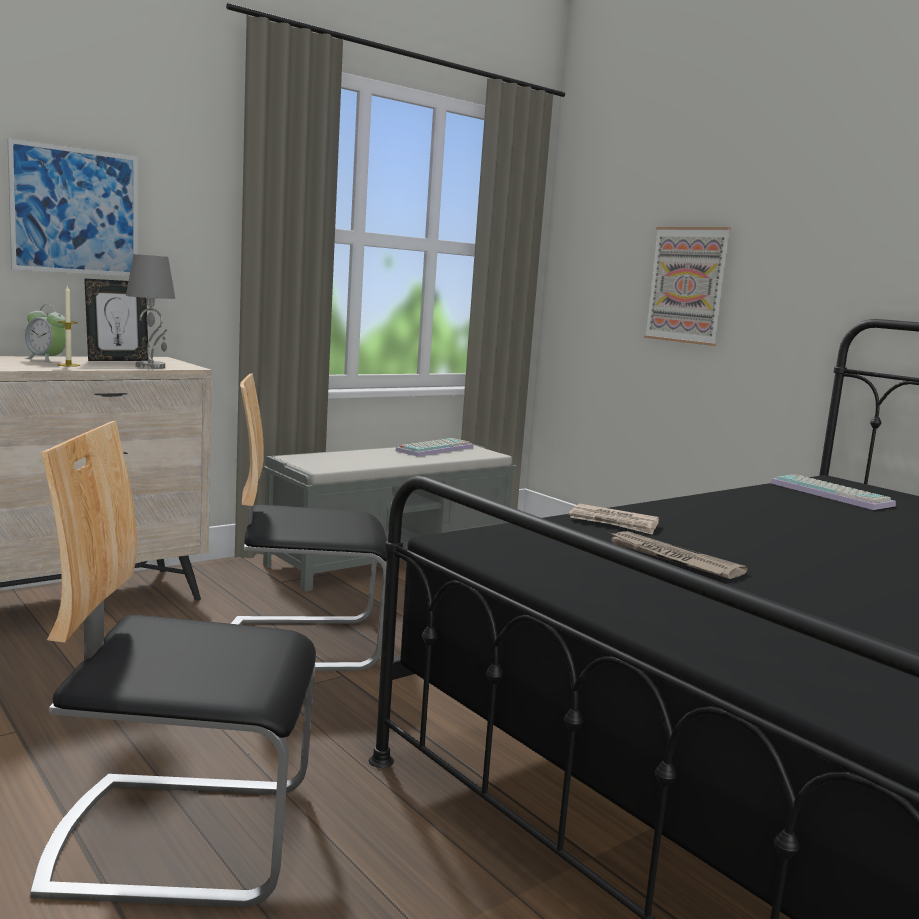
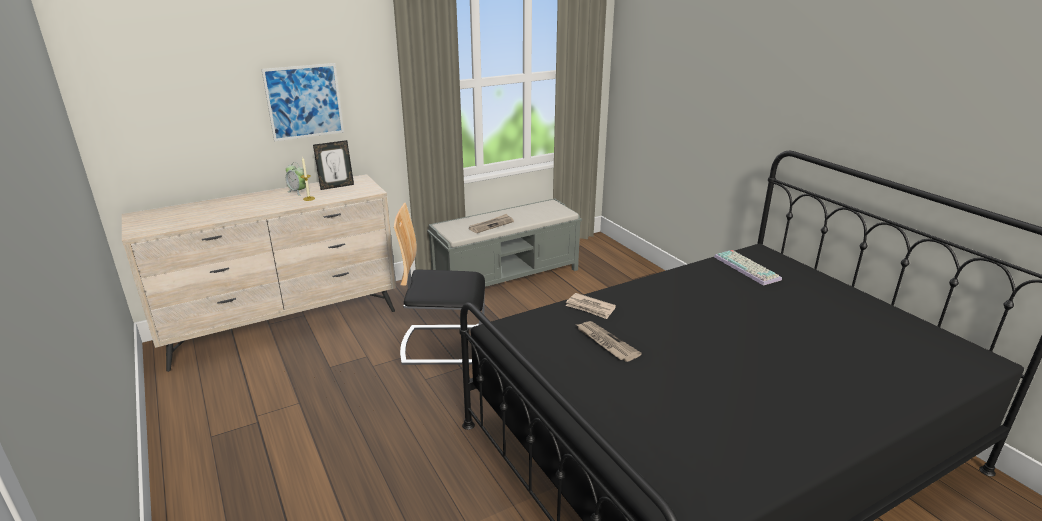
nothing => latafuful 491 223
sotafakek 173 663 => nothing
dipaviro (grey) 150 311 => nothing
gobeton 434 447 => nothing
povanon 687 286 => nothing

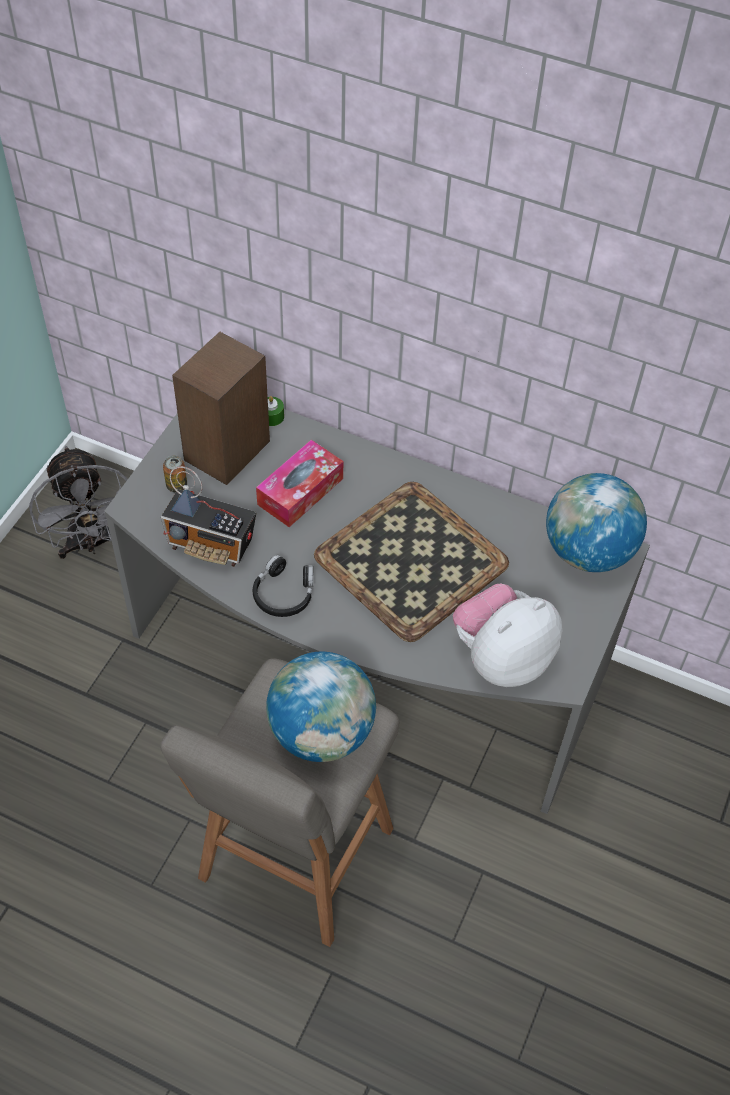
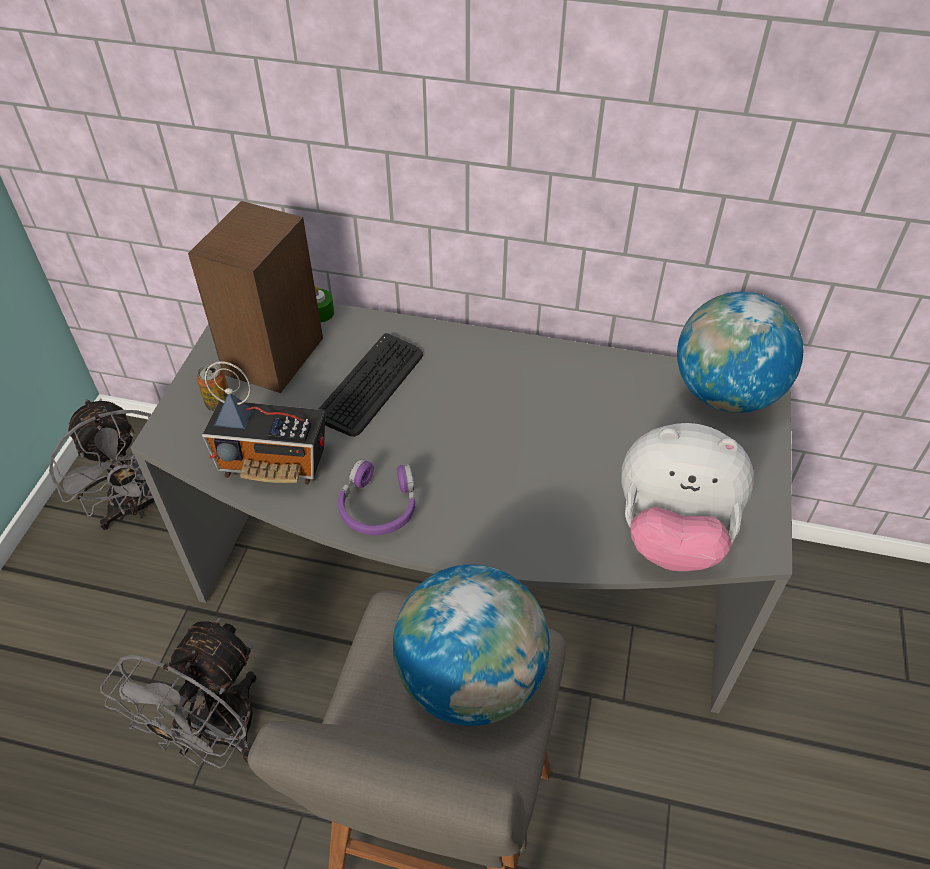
nothing => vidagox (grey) 178 693
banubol 299 483 => gobeton 370 385
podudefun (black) 283 586 => podudefun (purple) 376 497
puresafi 508 635 => puresafi 687 497, 120 degrees counterclockwise
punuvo 411 562 => nothing

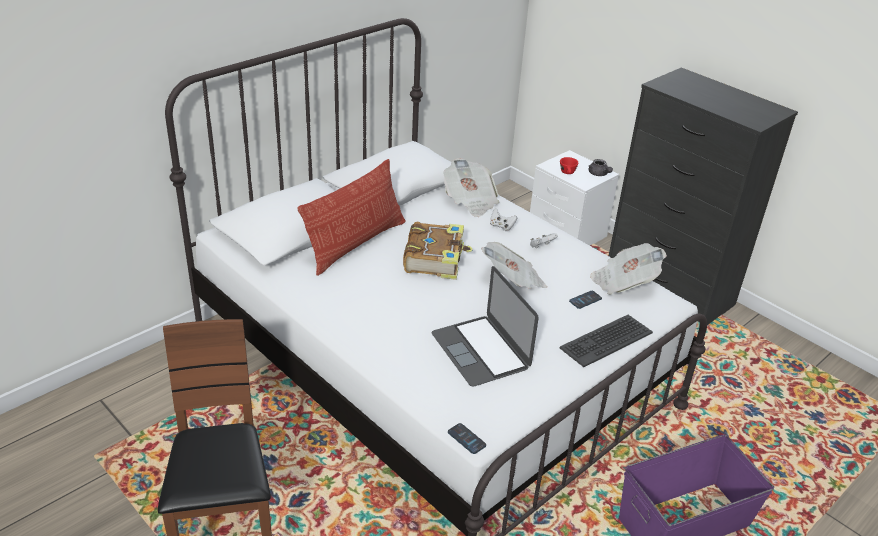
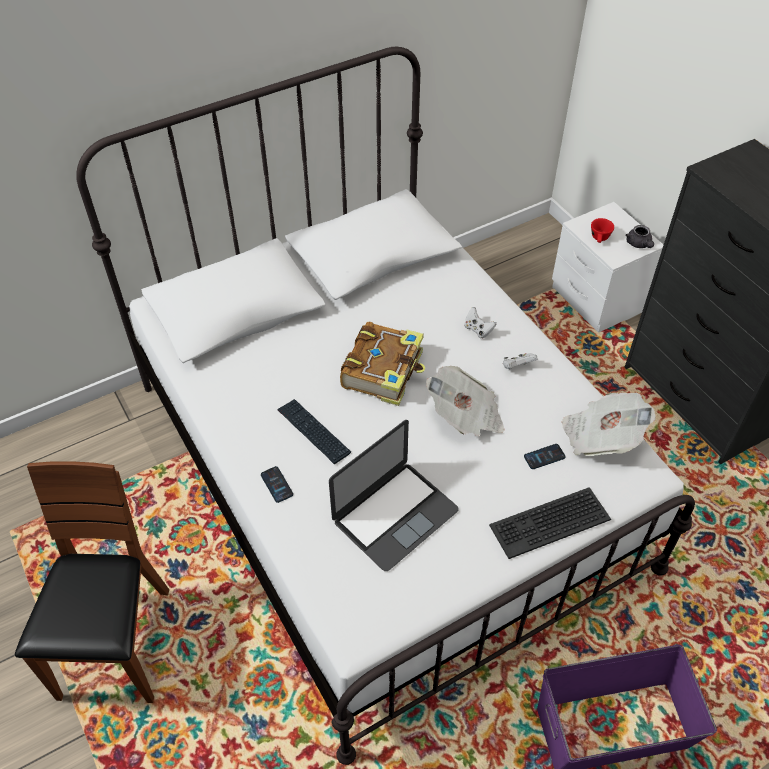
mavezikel 467 438 => mavezikel 277 484, relocated
nothing => gobeton 314 431
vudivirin 484 326 => vudivirin 394 495, 120 degrees counterclockwise
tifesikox 352 217 => nothing
latafuful 471 187 => nothing

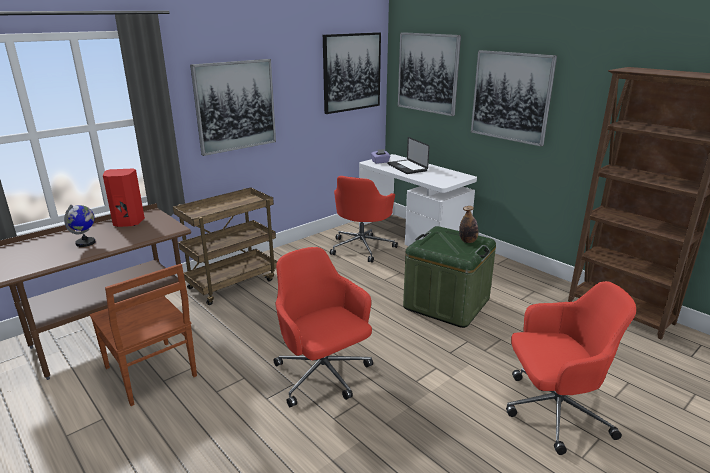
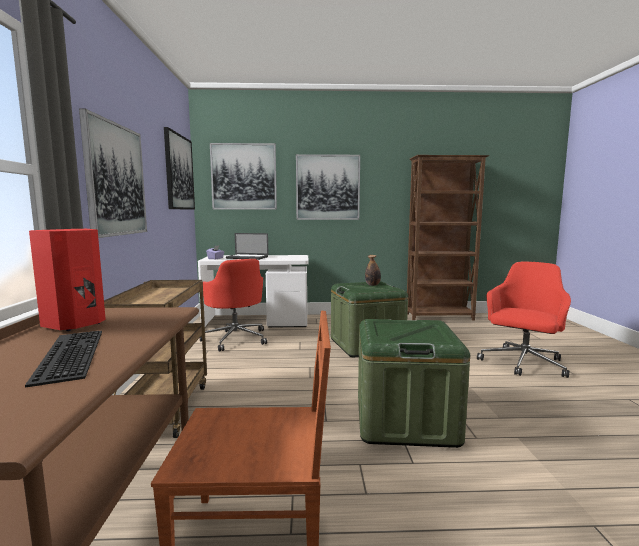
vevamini 79 226 => gobeton 63 359
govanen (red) 323 327 => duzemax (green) 414 383

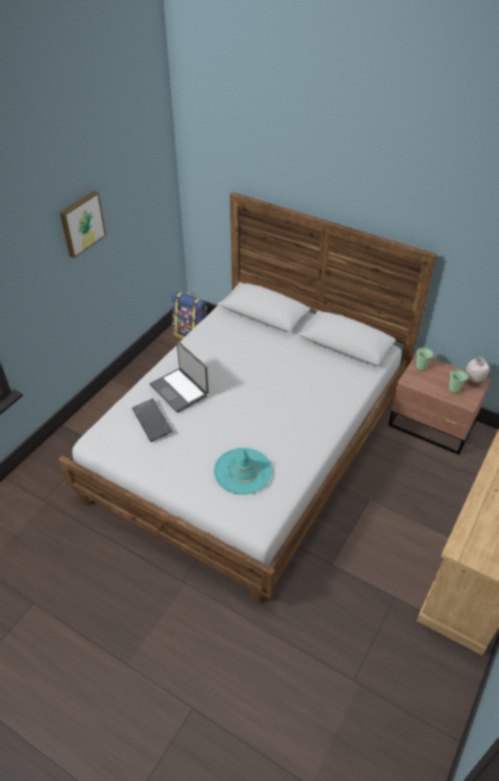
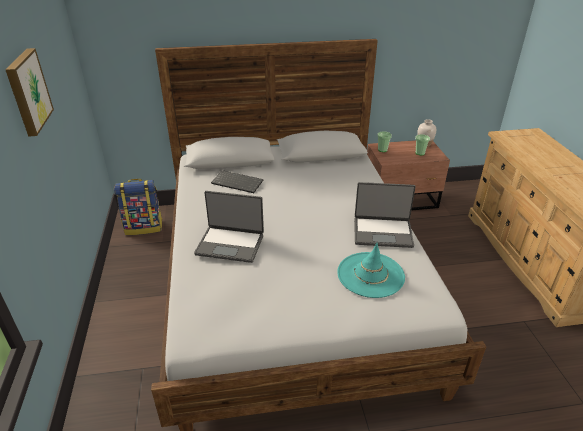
gobeton 152 420 => gobeton 237 181, relocated
nothing => vudivirin 385 215

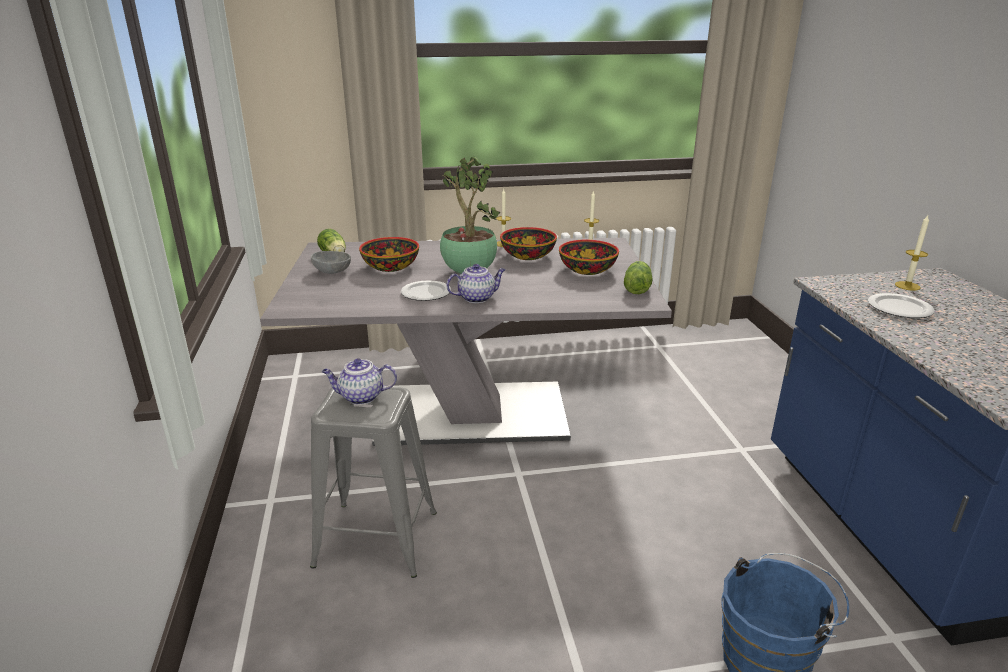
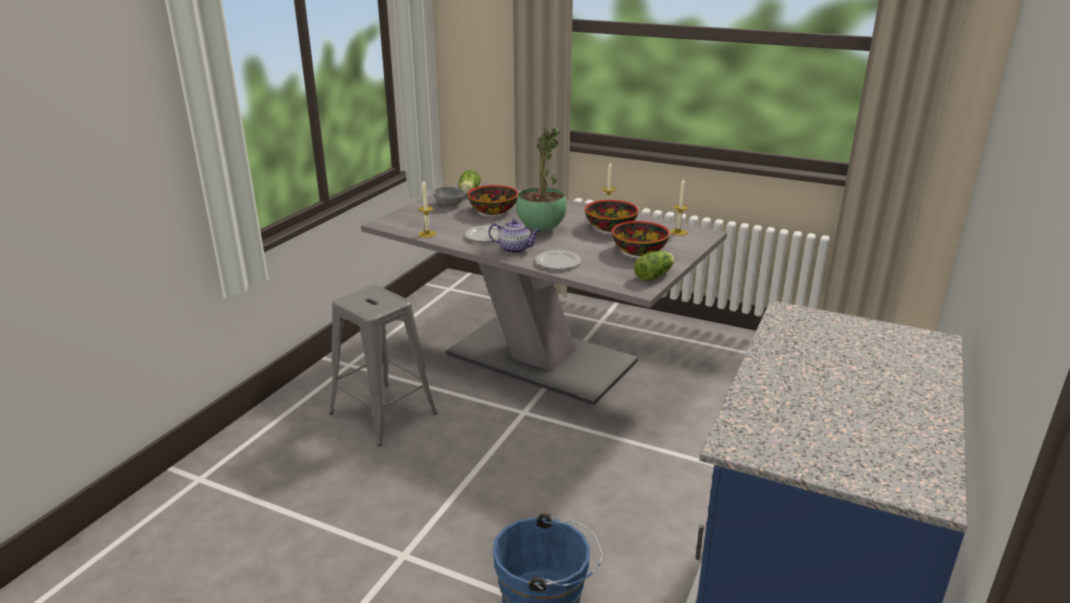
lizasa 912 253 => lizasa 427 209, relocated
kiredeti 901 305 => kiredeti 558 259, relocated
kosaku 359 381 => nothing

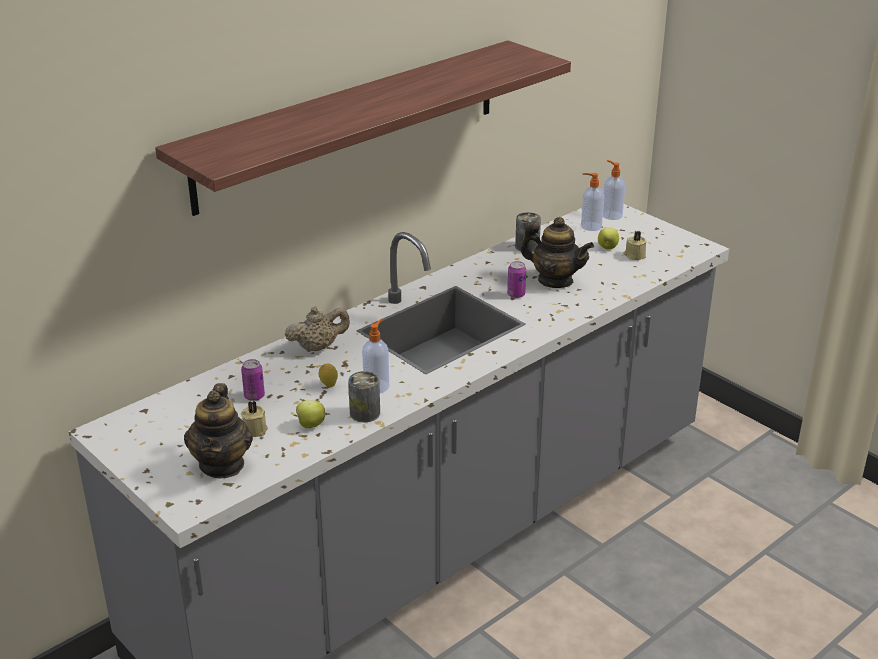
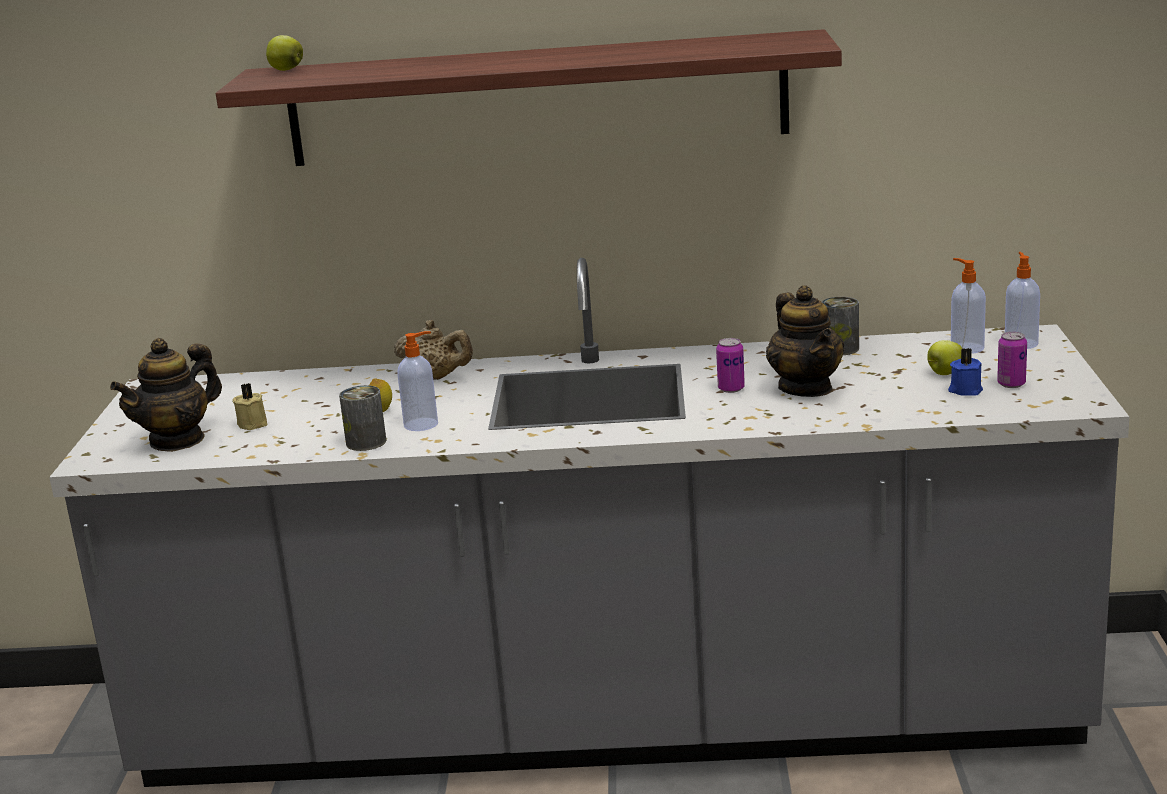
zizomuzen 309 414 => zizomuzen 284 53, relocated
lizasa (beige) 635 245 => lizasa (blue) 965 372
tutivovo 253 380 => tutivovo 1012 360, relocated

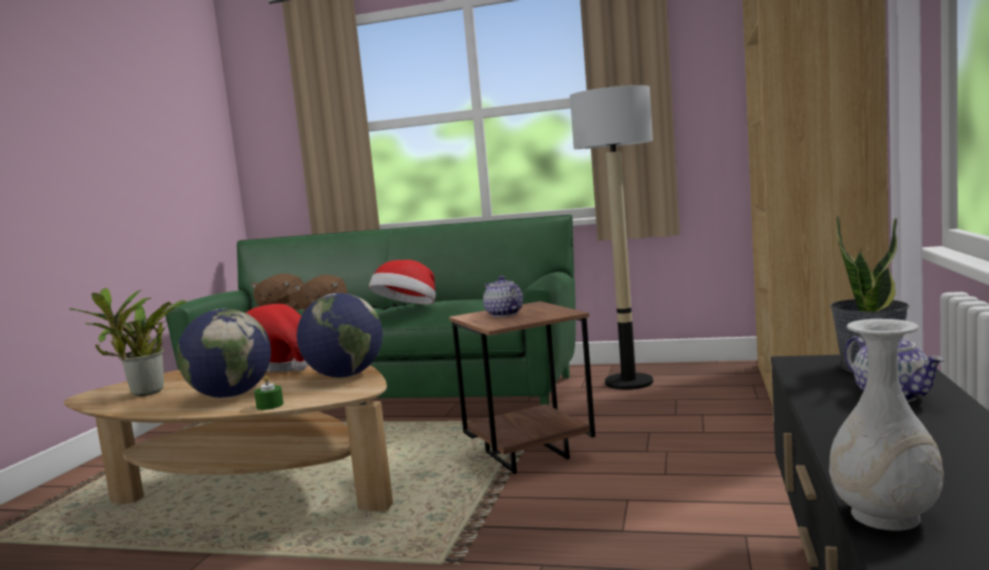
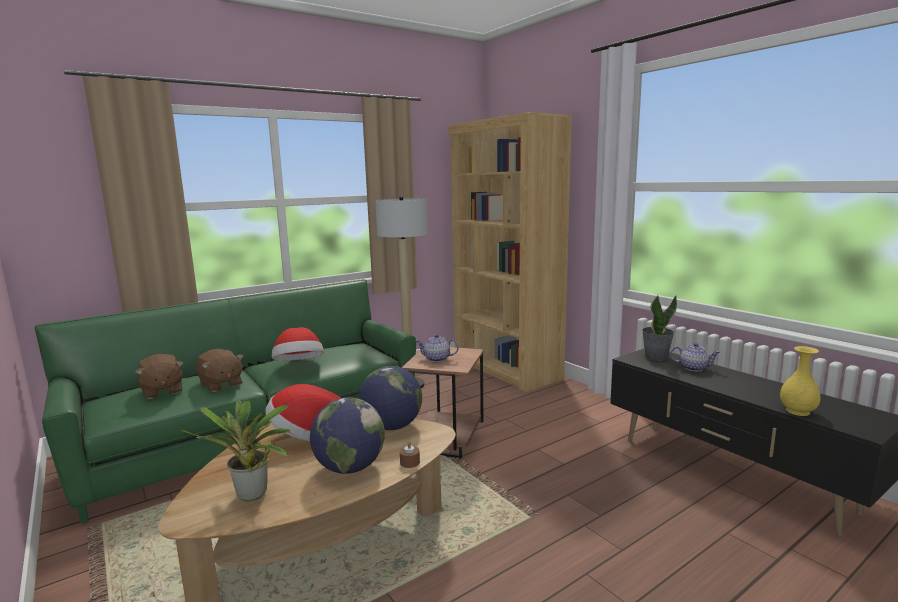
lizasa (green) 269 392 => lizasa (brown) 410 454
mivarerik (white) 886 425 => mivarerik (yellow) 800 381

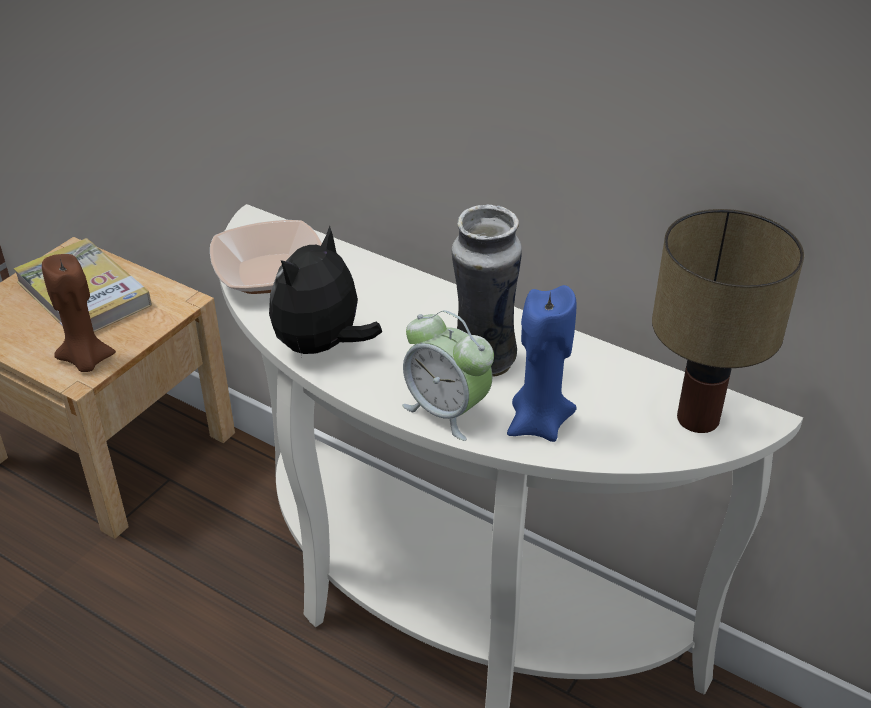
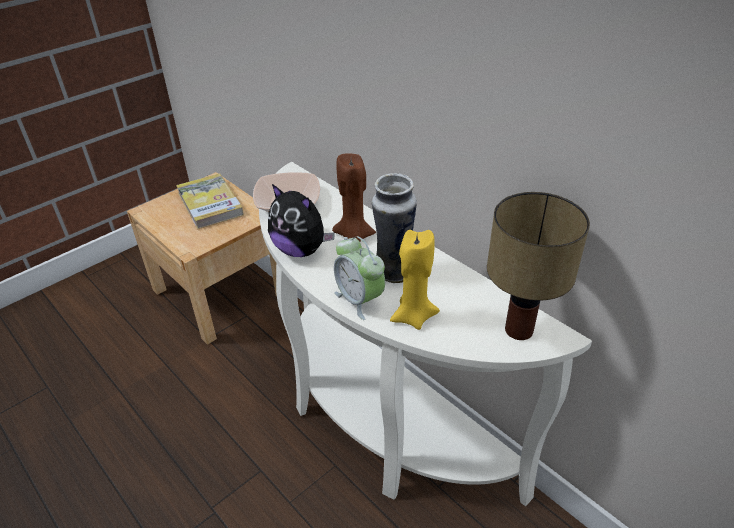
puresafi 325 291 => puresafi 301 220, 105 degrees counterclockwise
lizasa (brown) 79 313 => lizasa (brown) 354 197, relocated
lizasa (blue) 542 363 => lizasa (yellow) 415 280

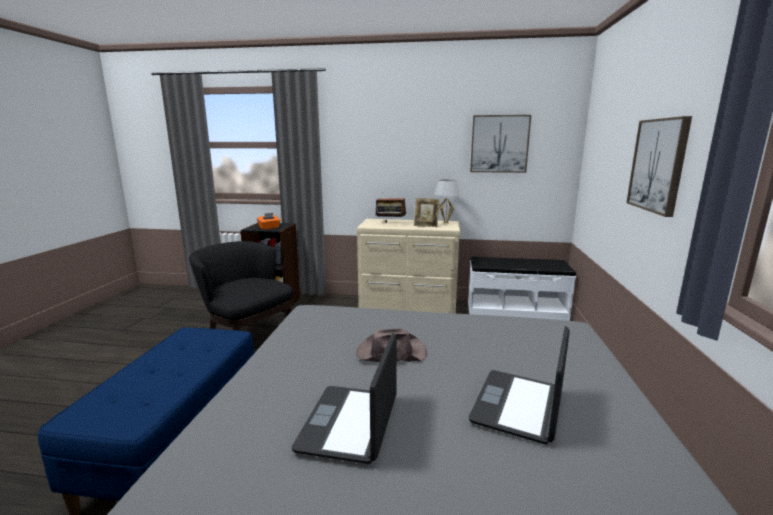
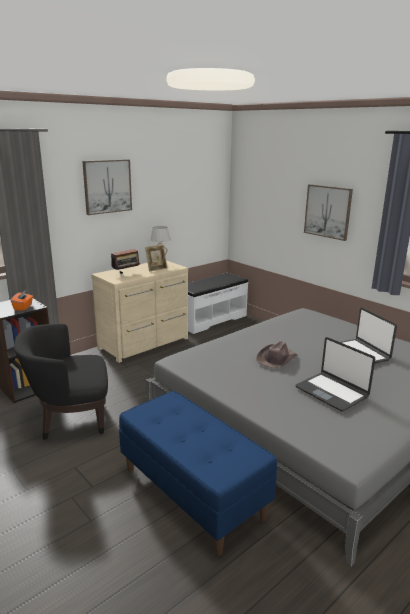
povanon 500 144 => povanon 107 187, relocated

